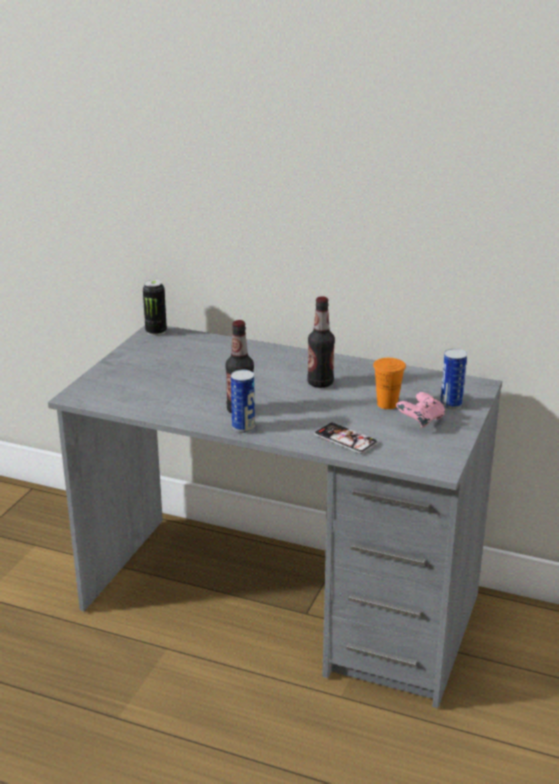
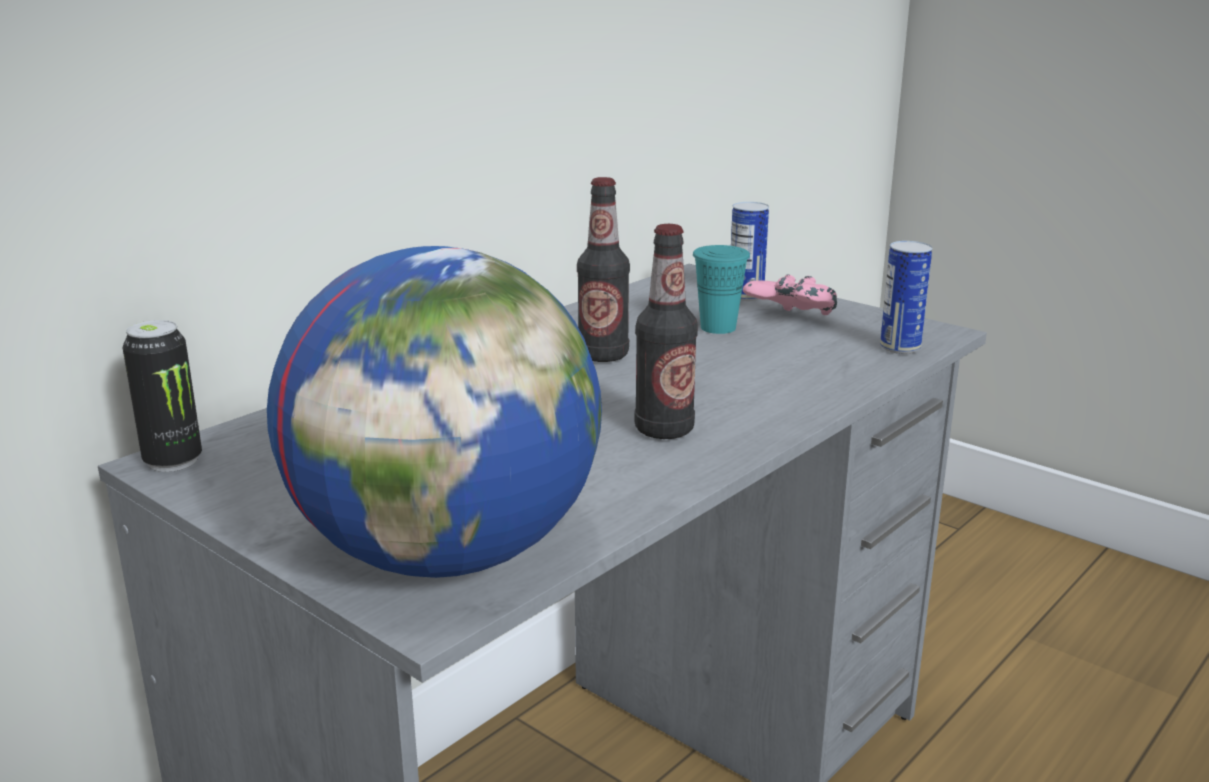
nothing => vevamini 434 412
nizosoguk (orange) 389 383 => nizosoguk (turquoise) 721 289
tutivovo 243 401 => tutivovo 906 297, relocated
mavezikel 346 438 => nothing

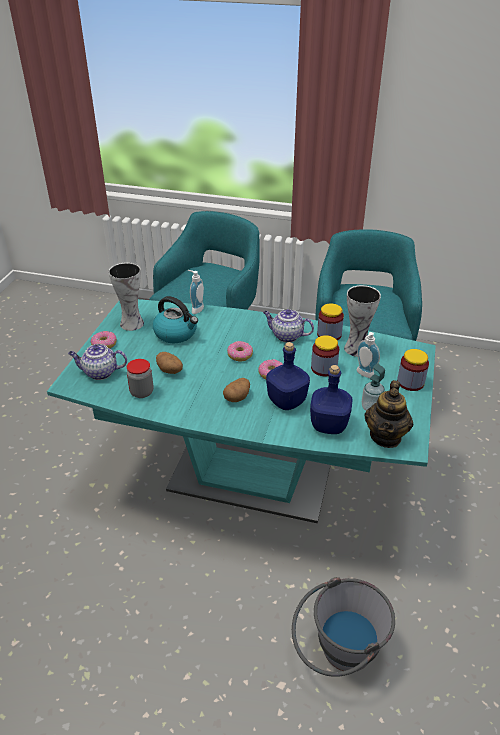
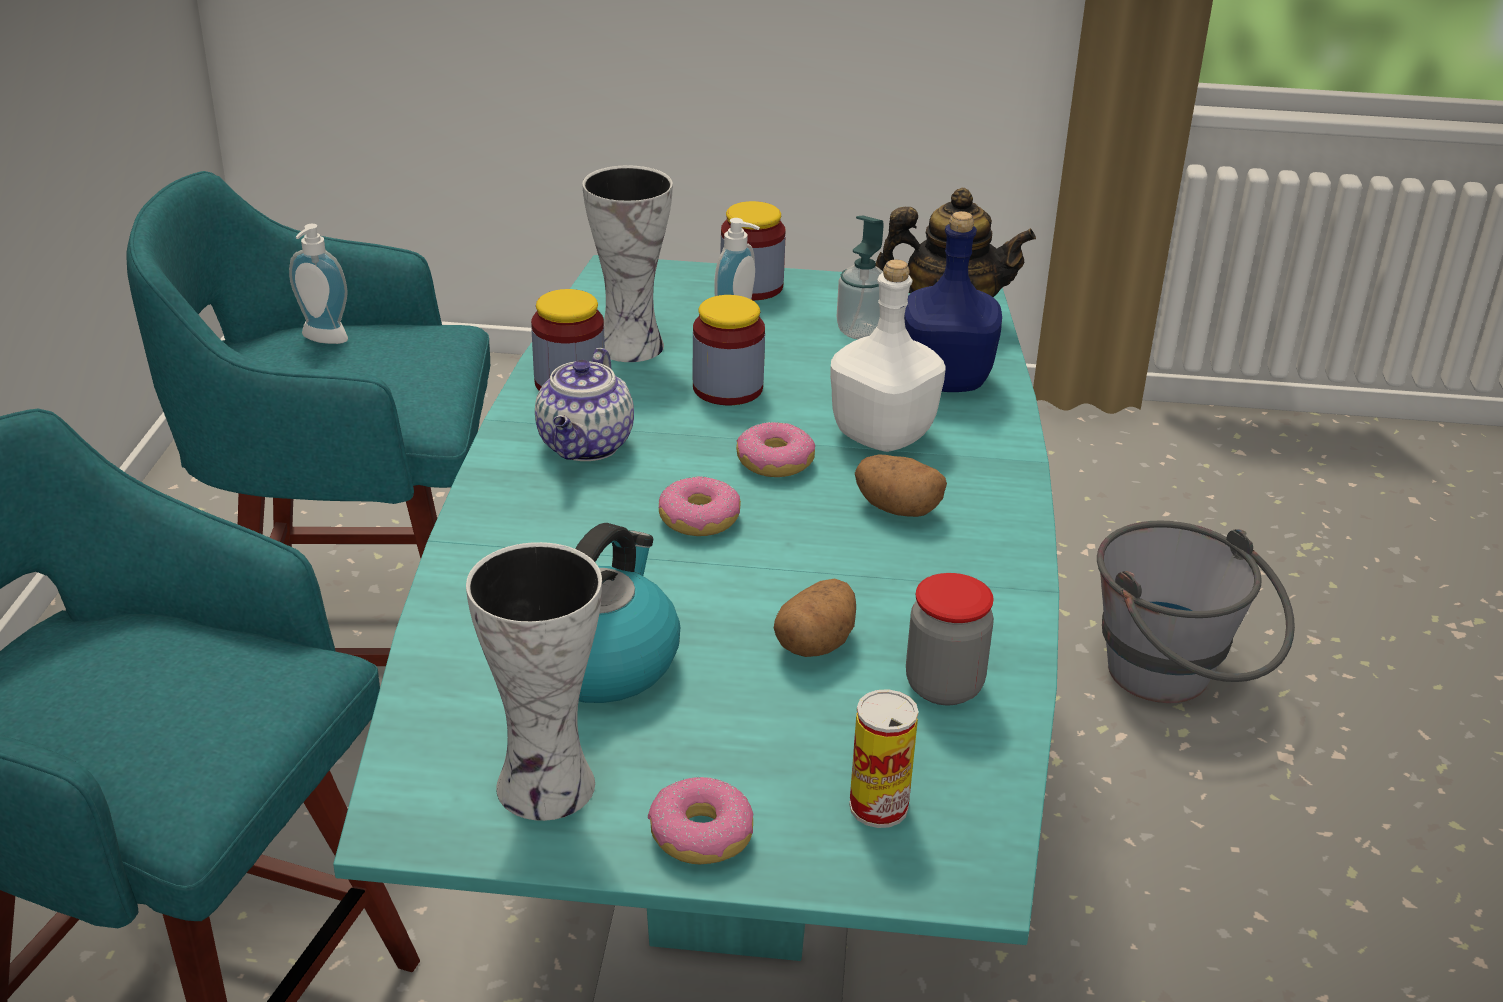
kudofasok 195 292 => kudofasok 318 284, relocated
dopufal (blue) 288 376 => dopufal (white) 887 356
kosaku 97 362 => tutivovo 884 758

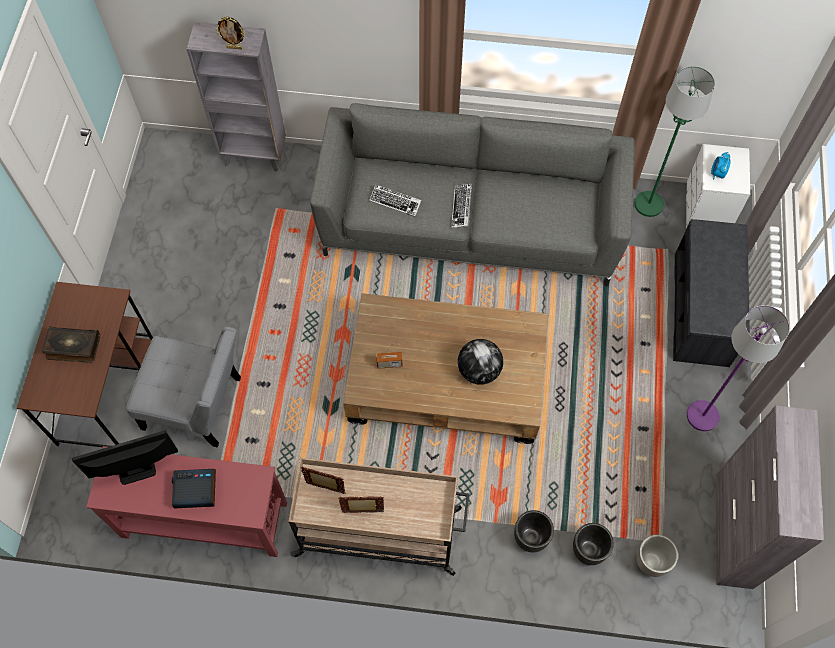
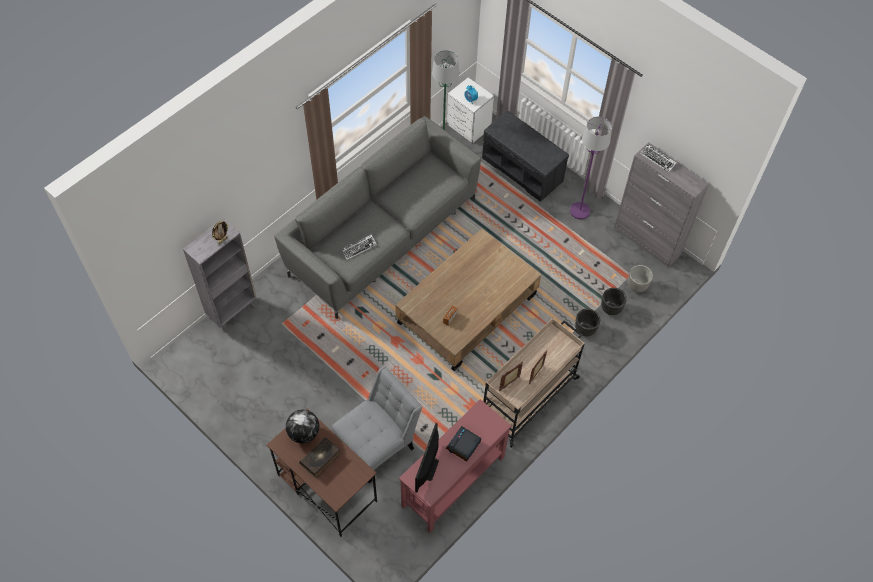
vevamini 480 362 => vevamini 302 426, relocated
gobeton 461 206 => gobeton 658 158, relocated

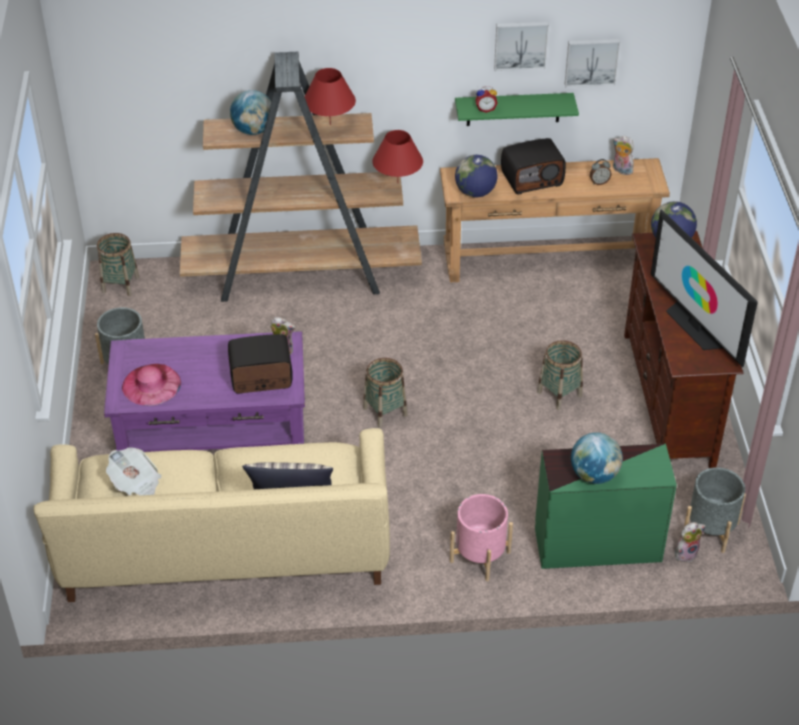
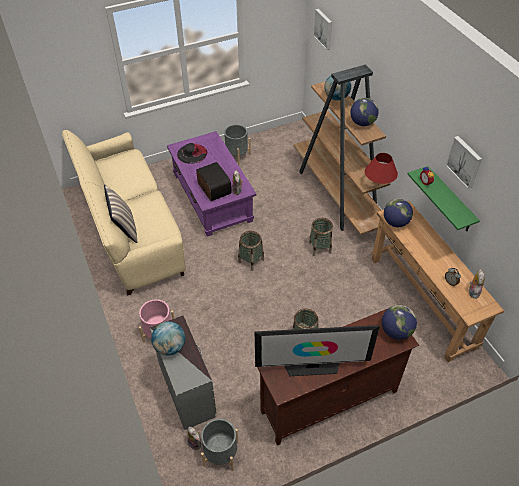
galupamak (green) 606 506 => galupamak (grey) 183 373
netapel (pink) 151 385 => netapel (black) 192 153
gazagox 704 288 => gazagox 317 350, 135 degrees counterclockwise
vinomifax 118 264 => vinomifax 321 237, relocated
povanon 592 63 => povanon 322 29, relocated
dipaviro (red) 330 96 => vevamini 364 112
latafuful 134 471 => nothing
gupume 533 166 => nothing

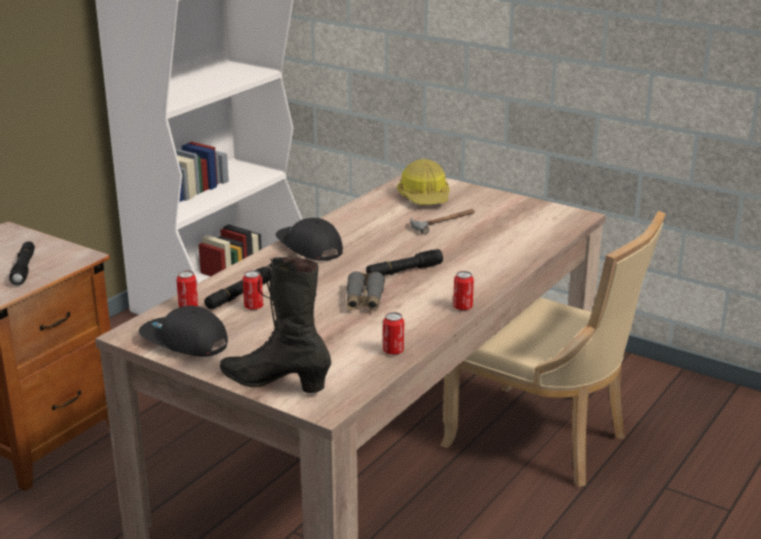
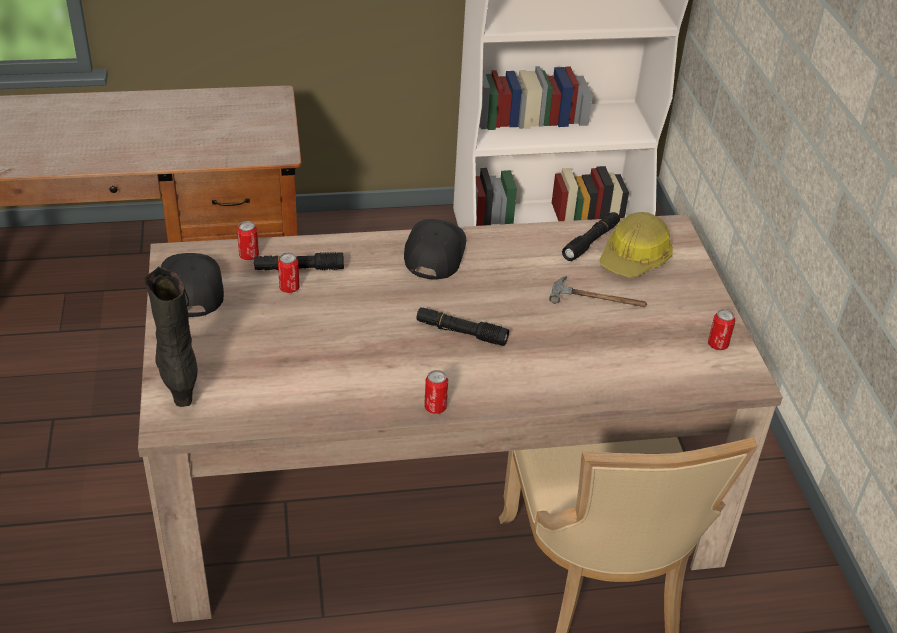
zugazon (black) 22 263 => zugazon (black) 591 236, relocated
tutivovo 393 333 => tutivovo 721 329, relocated
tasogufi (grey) 366 291 => nothing

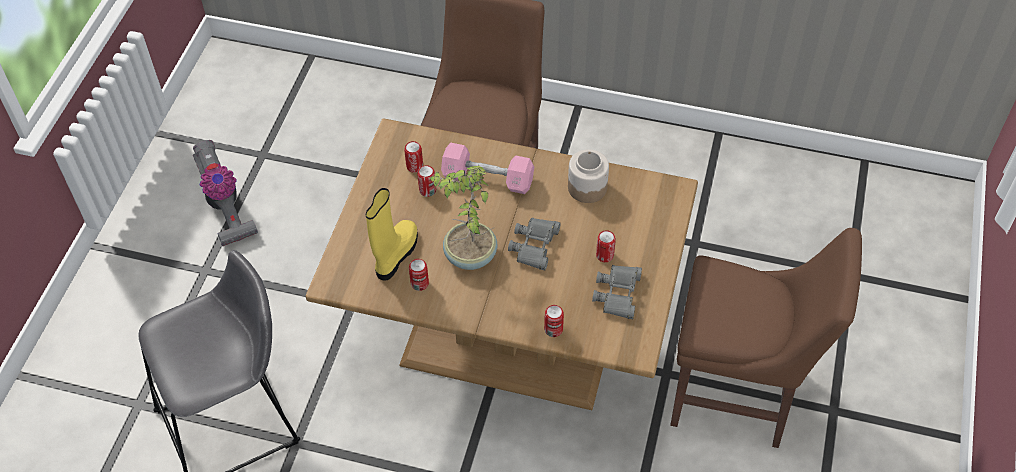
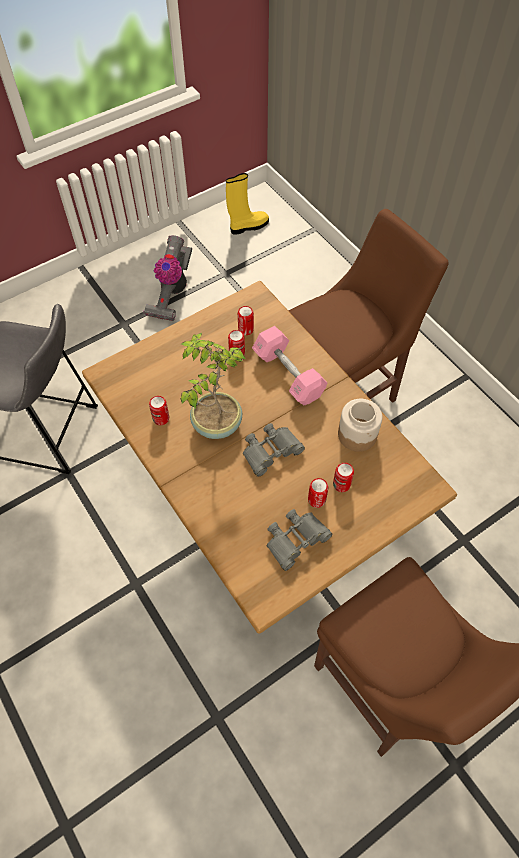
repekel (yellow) 392 234 => repekel (yellow) 247 204, relocated
tutivovo 554 321 => tutivovo 343 477, relocated

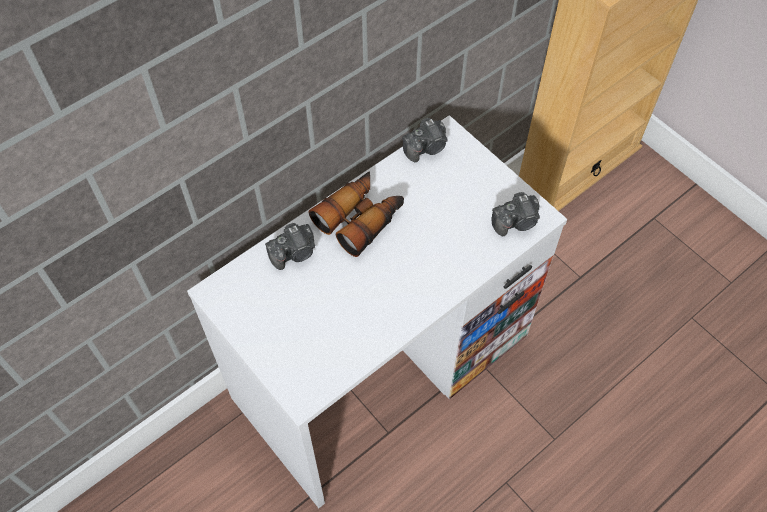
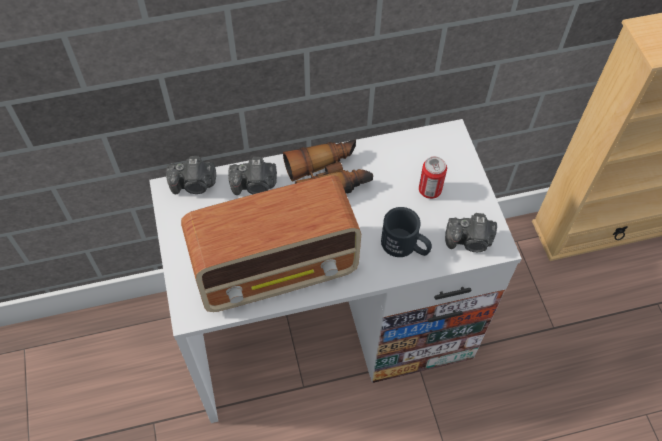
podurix 425 140 => podurix 191 175, relocated
nothing => gupume 271 243
nothing => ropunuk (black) 406 232
nothing => tutivovo 433 177

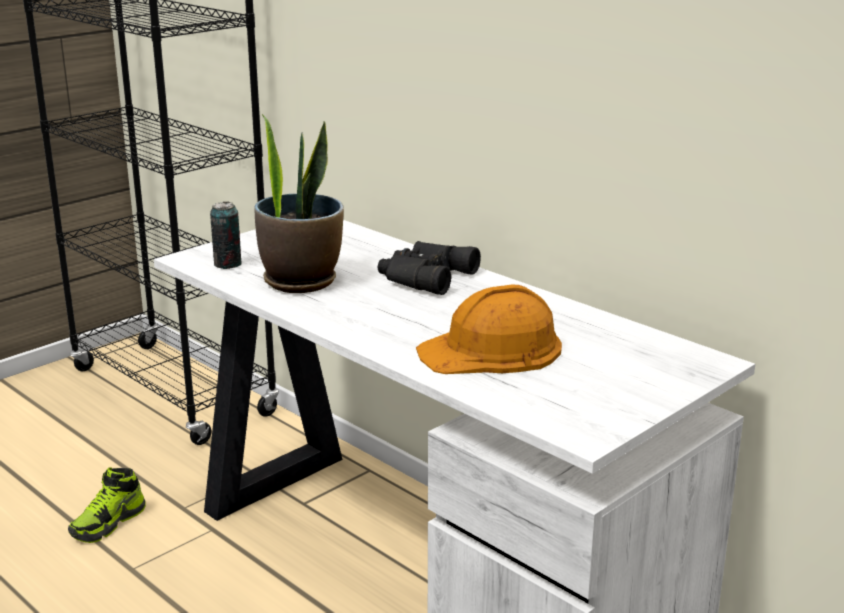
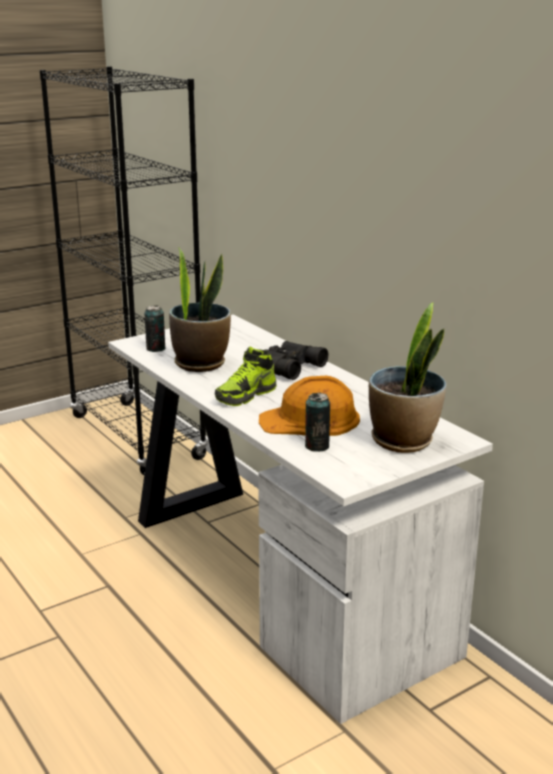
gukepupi 107 505 => gukepupi 245 376, relocated
nothing => tutivovo 317 422
nothing => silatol 407 377

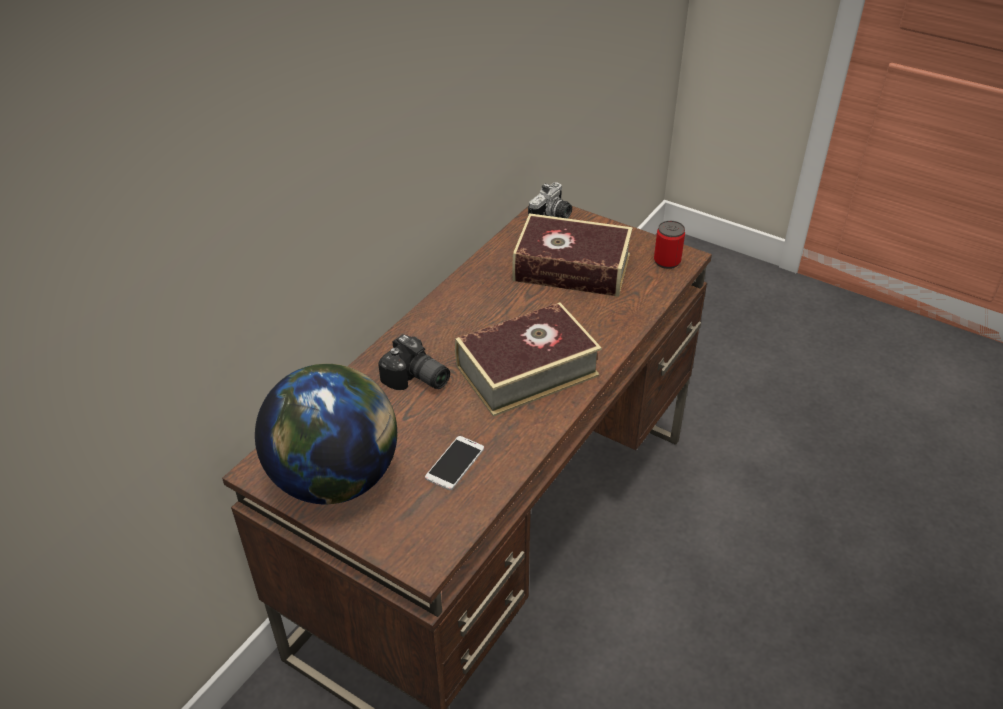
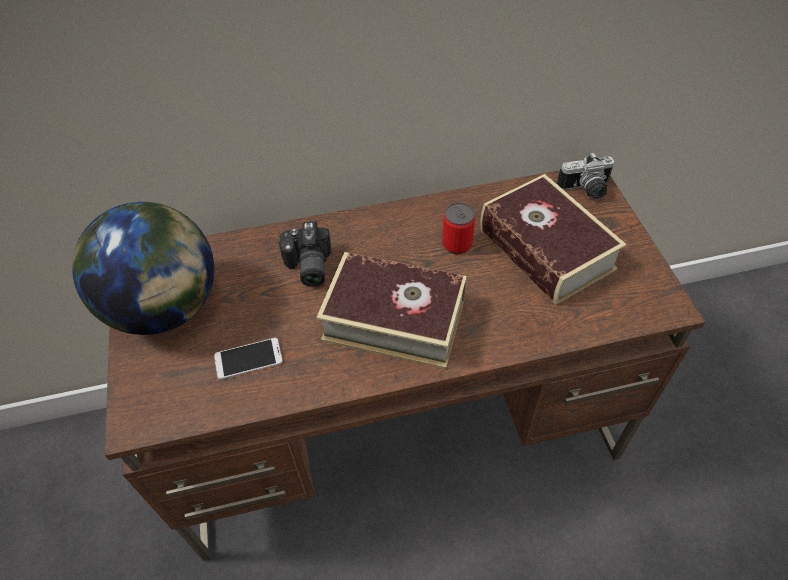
tutivovo 669 245 => tutivovo 458 228, relocated

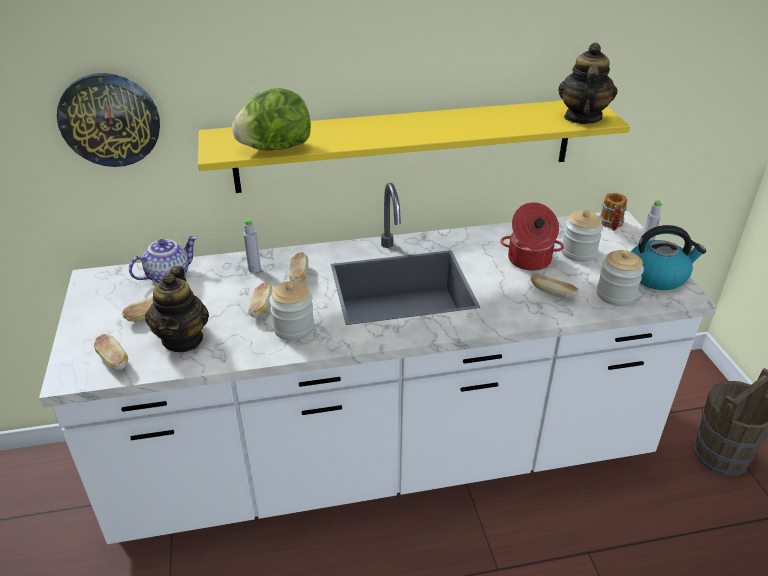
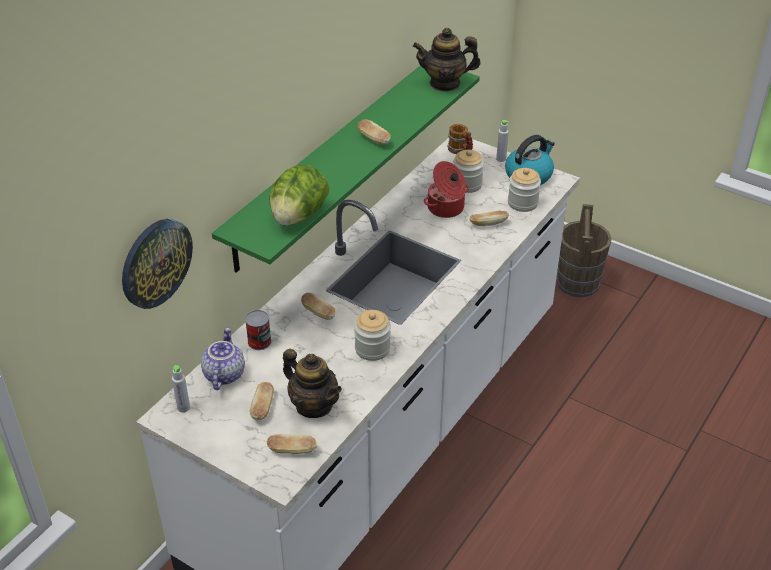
dopufal (grey) 252 246 => dopufal (grey) 181 389, relocated
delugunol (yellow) 414 146 => delugunol (green) 346 169
nothing => tutivovo 258 330
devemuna 260 300 => devemuna 374 132, relocated
kosaku 588 83 => kosaku 446 60, 60 degrees counterclockwise

